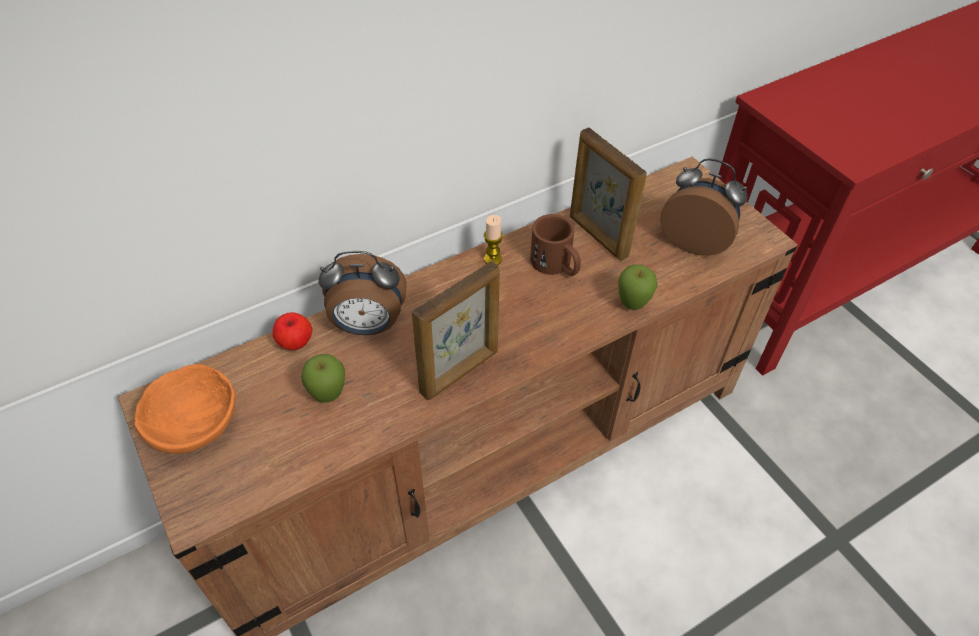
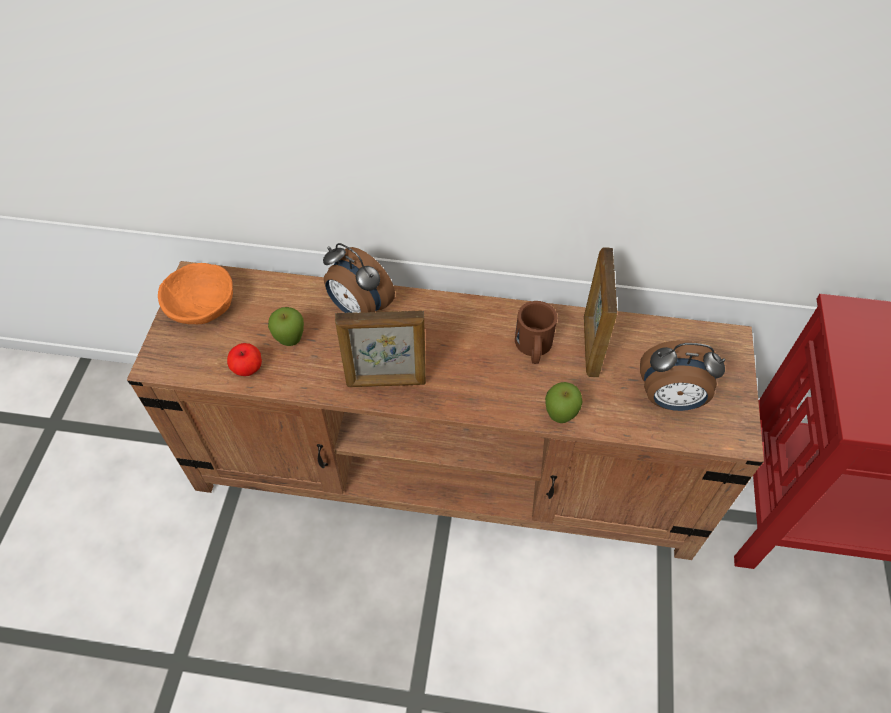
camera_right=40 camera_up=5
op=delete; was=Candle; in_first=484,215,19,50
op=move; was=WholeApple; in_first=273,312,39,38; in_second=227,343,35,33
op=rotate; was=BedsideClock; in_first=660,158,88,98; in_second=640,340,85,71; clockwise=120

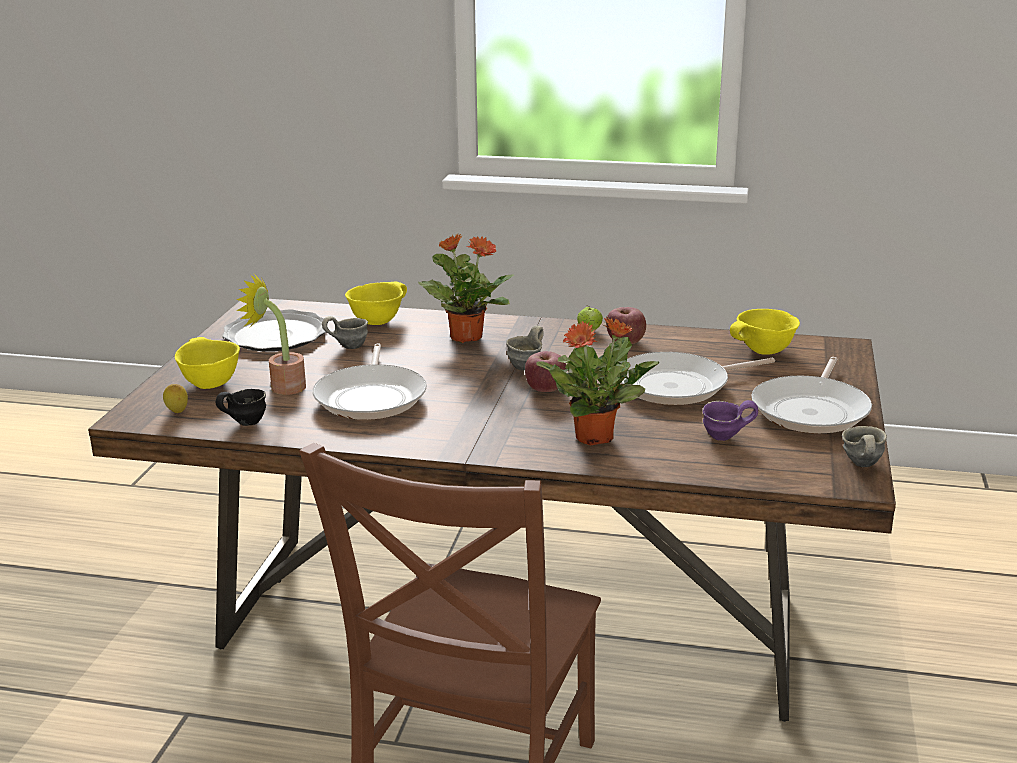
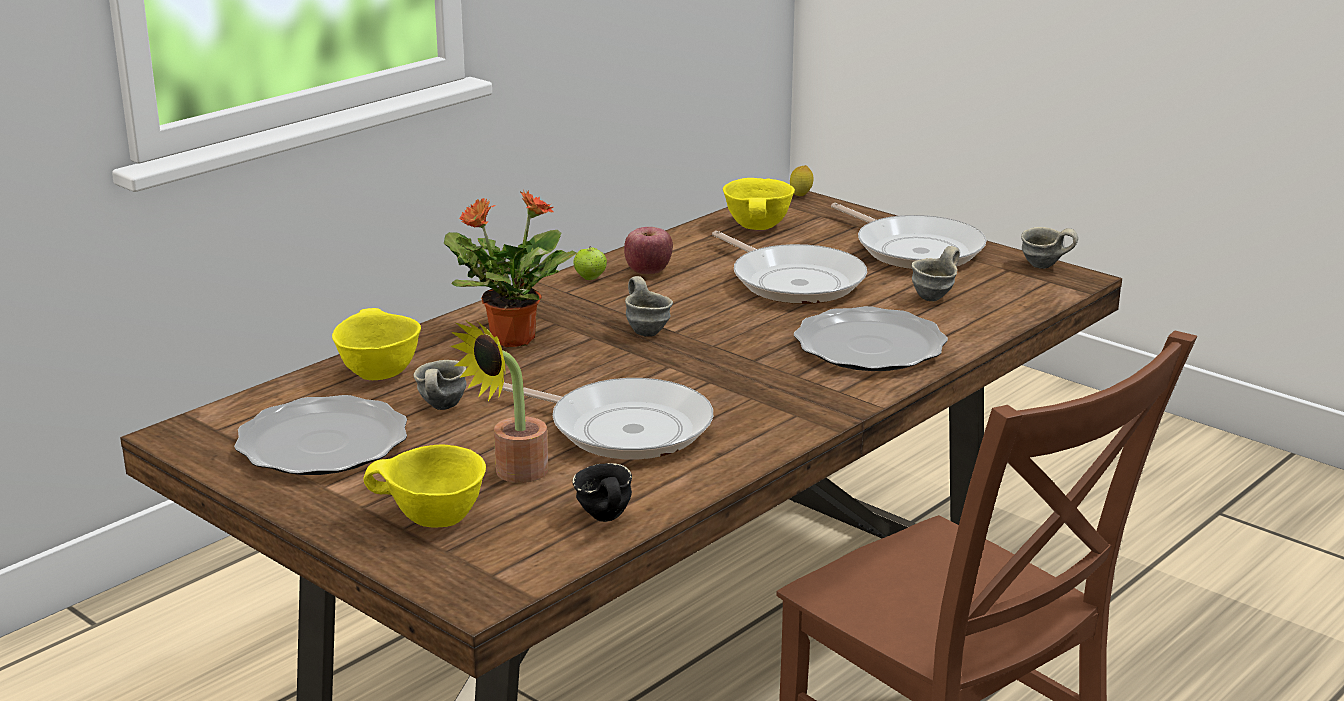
camera_right=-60 camera_up=0
op=delete; was=WholeApple; in_first=525,351,41,41
op=move; was=Lemon; in_first=163,384,25,29; in_second=790,165,23,31
op=replace; was=PlantInAPot; now=Plate; in_first=536,317,123,129; in_second=794,306,154,65
op=recolor; was=PurpleCoffeeMug; now=GreyishCoffeeMug; in_first=702,400,56,41; in_second=911,246,49,55
op=rotate; was=Pan; in_first=621,352,154,53; in_second=712,231,155,73; clockwise=-45

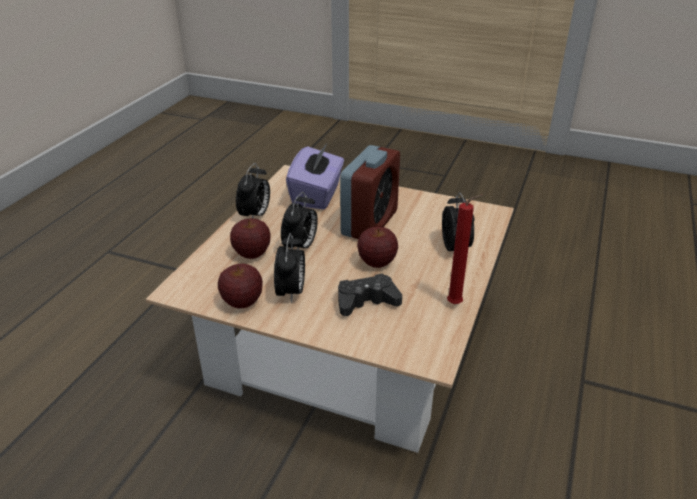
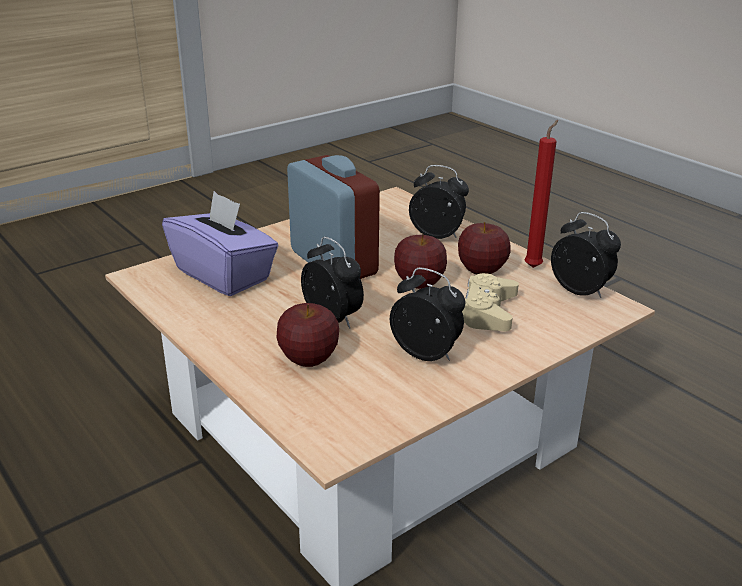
camera_right=-60 camera_up=-5
op=move; was=WholeApple; in_first=218,264,45,44; in_second=458,222,53,52
op=move; was=BedsideClock; in_first=236,163,34,55; in_second=551,212,70,86
op=recolor; was=BlackGamepad; now=BeigeColouredGamepad; in_first=338,273,64,43; in_second=462,273,57,58

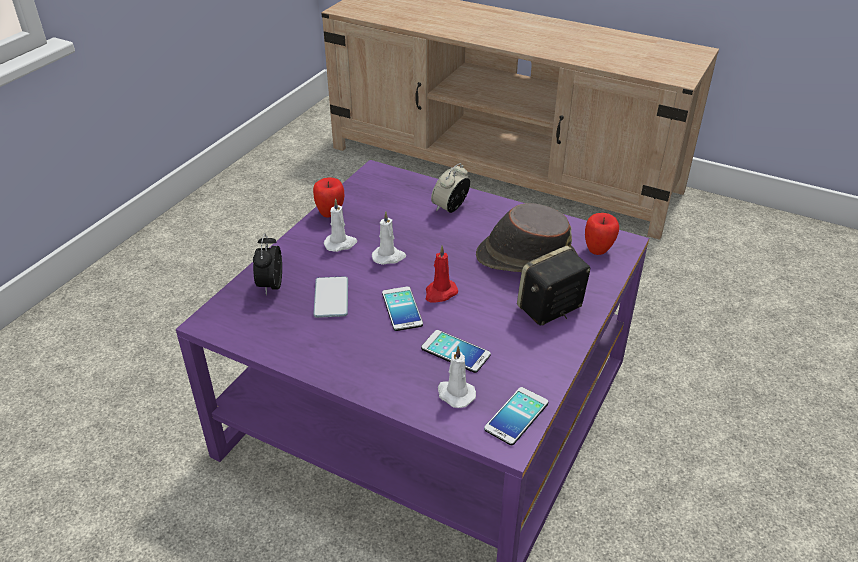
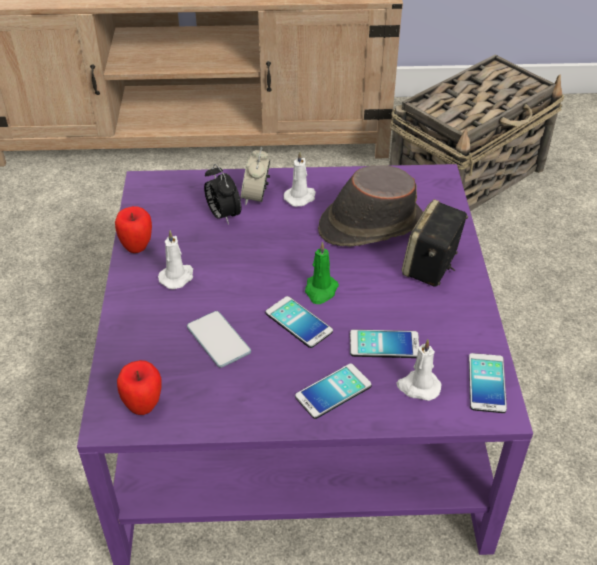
camera_right=-30 camera_up=5
op=insert; now=Telephone; in_second=295,364,77,55
op=insert; now=HouseholdBasket; in_second=389,54,175,157
op=move; was=BedsideClock; in_first=253,234,29,62; in_second=204,164,37,61
op=move; was=WhitishCandle; in_first=372,211,34,54; in_second=284,151,32,56
op=move; was=WholeApple; in_first=585,213,34,42; in_second=117,360,45,55
op=recolor; was=RedCandle; now=GreenishCandle; in_first=426,245,32,58; in_second=305,241,34,63

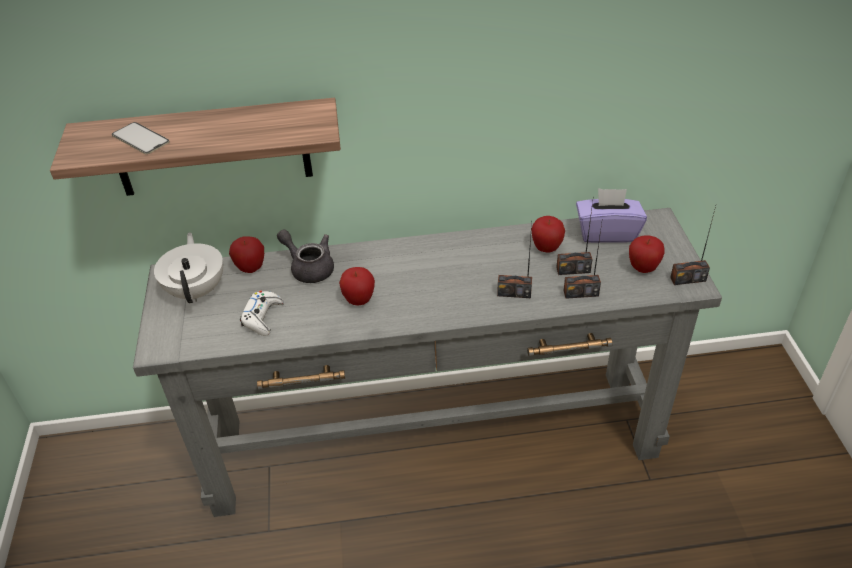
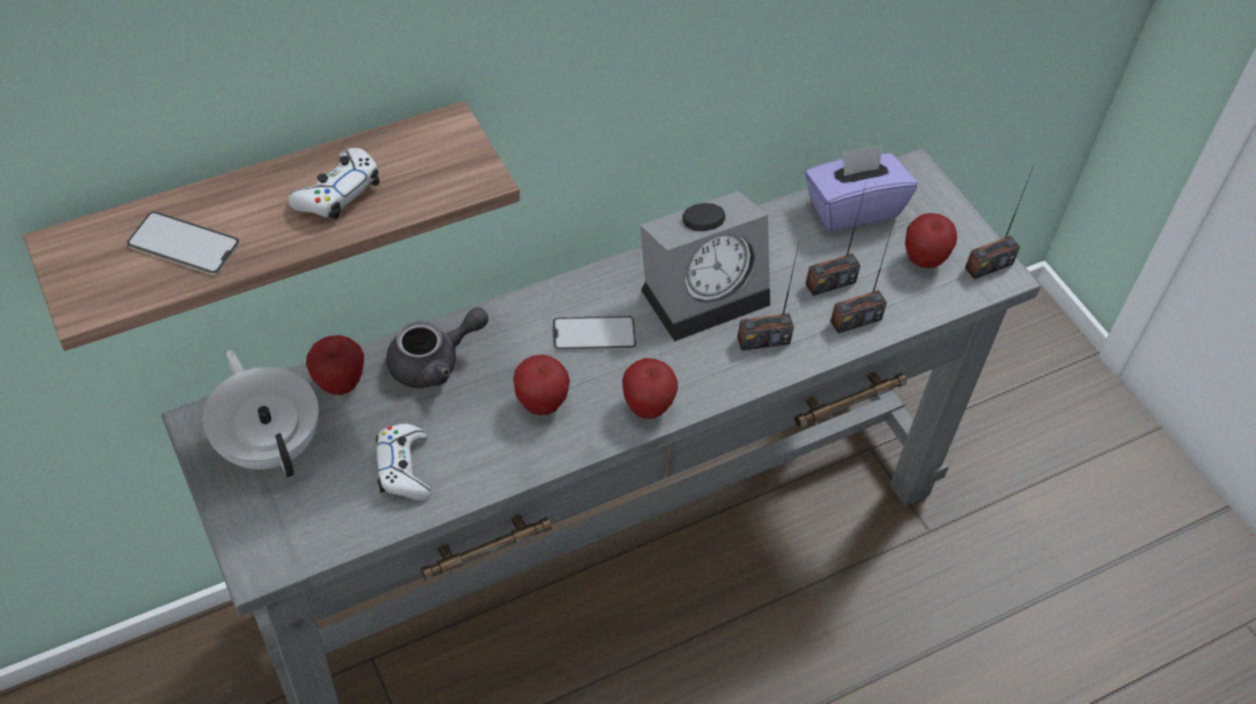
camera_right=-25 camera_up=10
op=insert; now=WhitishGamepad; in_second=288,148,92,72
op=insert; now=Telephone; in_second=553,316,83,35
op=insert; now=BedsideClock; in_second=640,191,130,151
op=move; was=WholeApple; in_first=531,216,34,37; in_second=622,358,56,61
op=rotate; was=GreyishTeaPot; in_first=277,229,57,54; in_second=386,307,103,81; clockwise=135

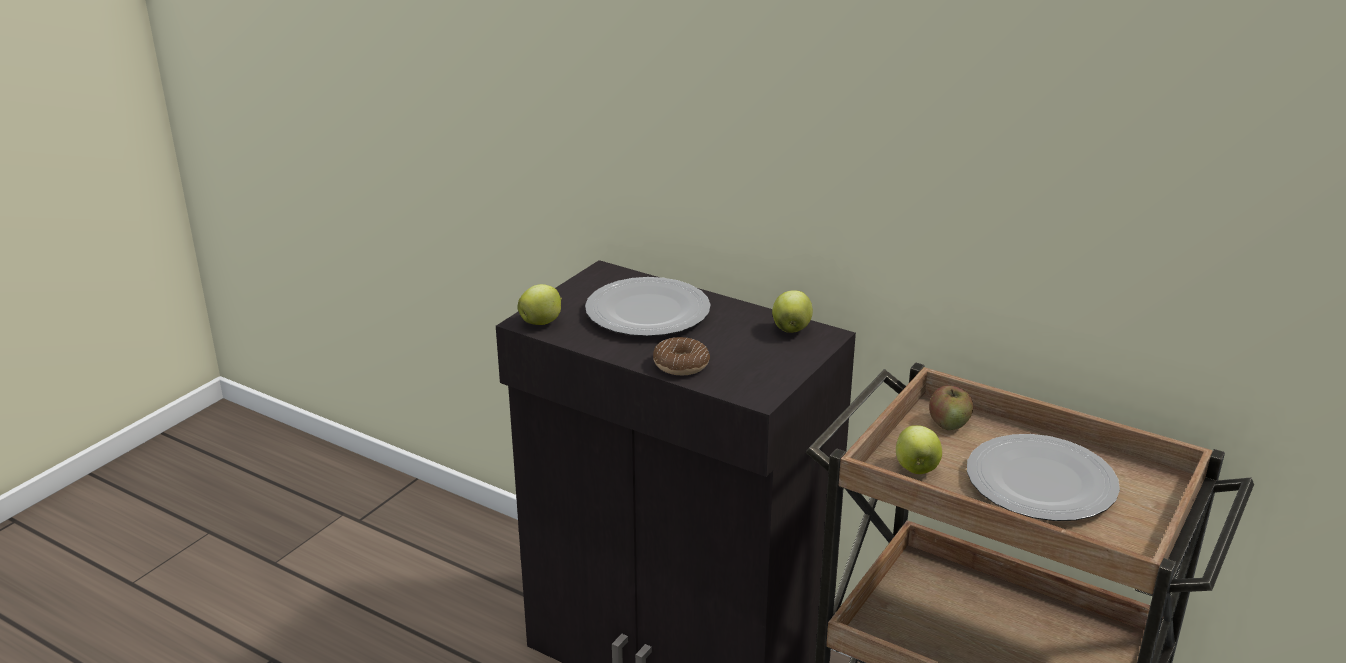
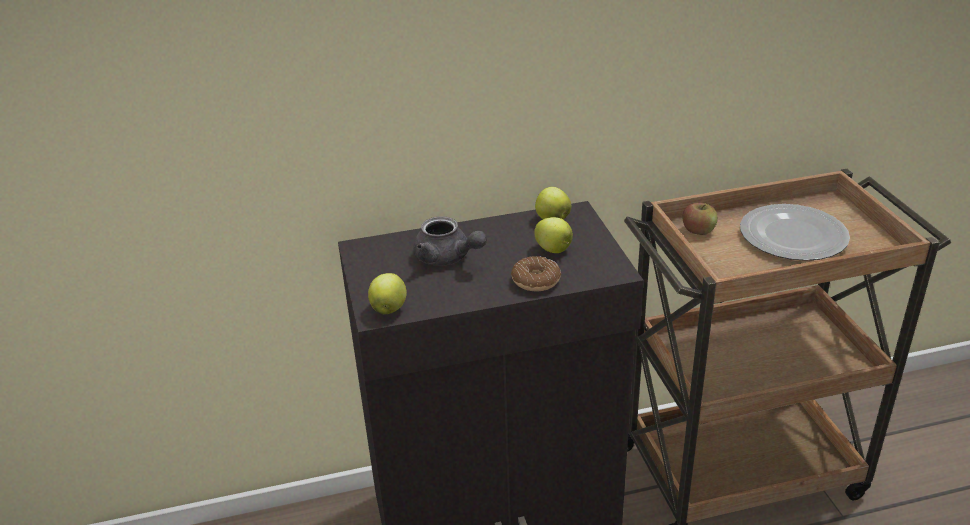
camera_right=-45 camera_up=5
op=move; was=WholeApple; in_first=896,425,46,49; in_second=534,217,39,36
op=replace; was=Plate; now=GreyishTeaPot; in_first=585,277,126,59; in_second=413,216,74,50

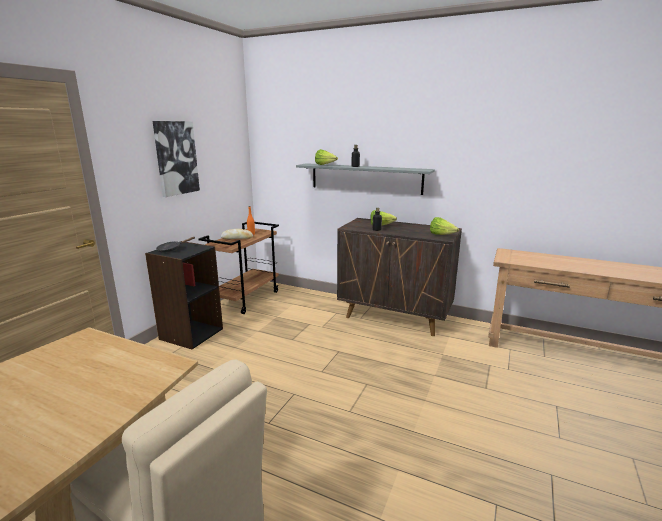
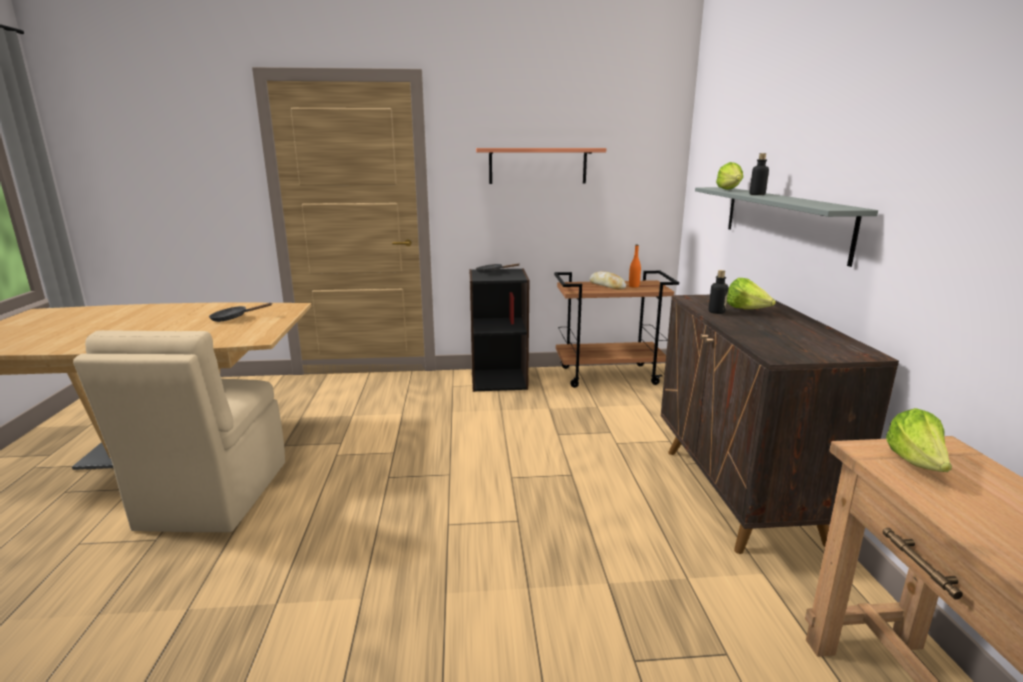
camera_right=60 camera_up=0
op=insert; now=BlackPan; in_second=209,303,63,19
op=move; was=Lettuce; in_first=430,217,29,18; in_second=886,408,66,64
op=replace; was=Picture; now=BracketShelf; in_first=153,121,47,76; in_second=476,148,130,36

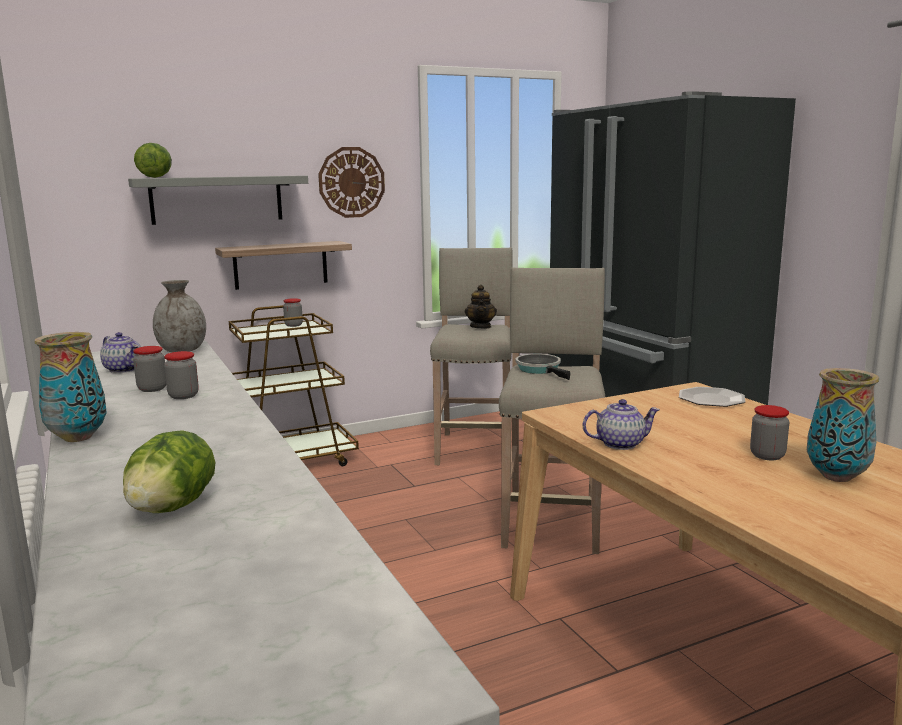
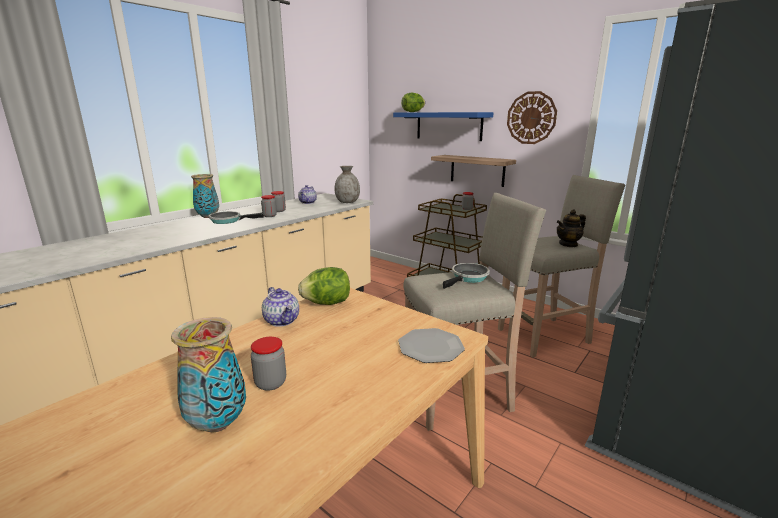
camera_right=65 camera_up=5
op=insert; now=Pan; in_second=209,211,55,13
op=move; was=Lettuce; in_first=123,430,93,83; in_second=298,267,52,38
op=recolor; was=GreyishBracketShelf; now=BlueColouredBracketShelf; in_first=128,176,180,49; in_second=393,112,100,29

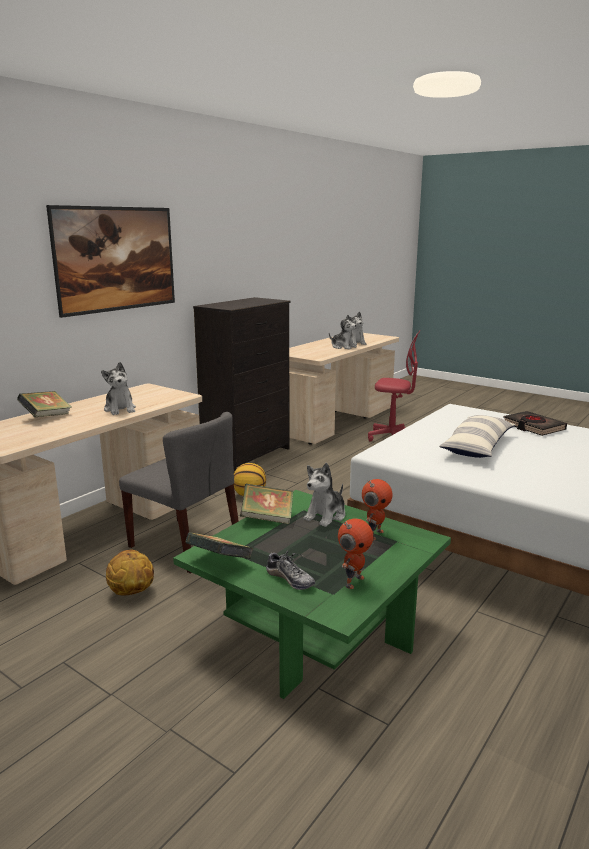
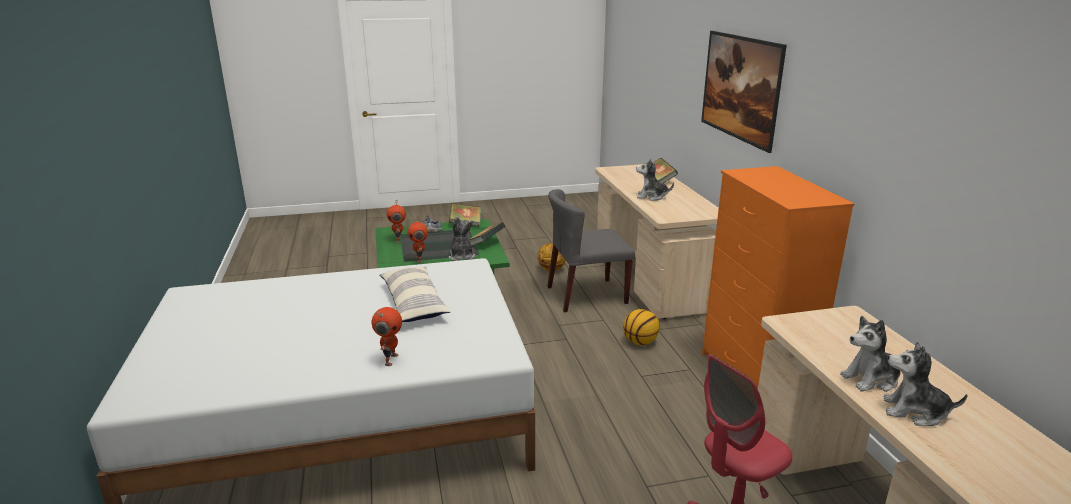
camera_right=130 camera_up=5
op=replace; was=BlackVolume; now=ToyRobot; in_first=503,411,64,25; in_second=372,307,30,59
op=recolor; was=BlackDrawerChest; now=OrangeyDrawerChest; in_first=193,297,98,175; in_second=702,166,152,223

